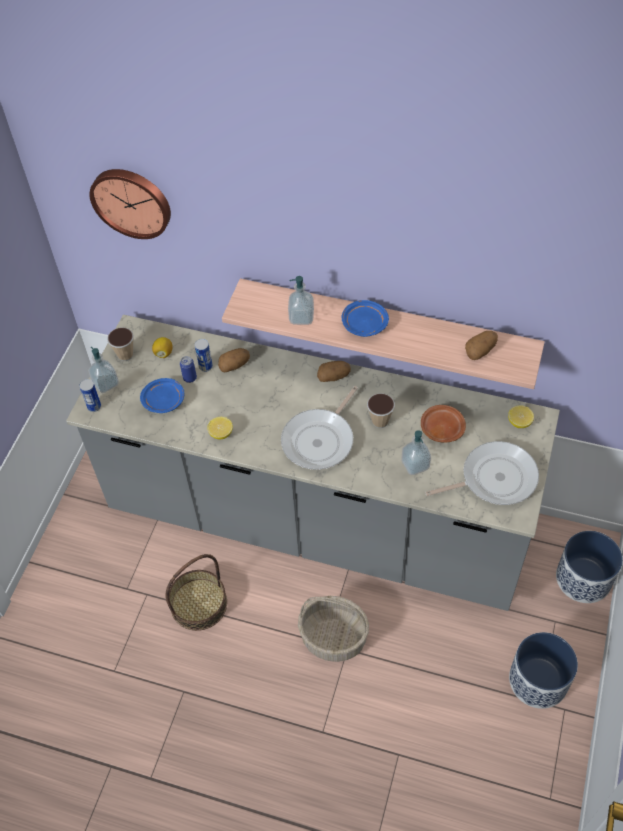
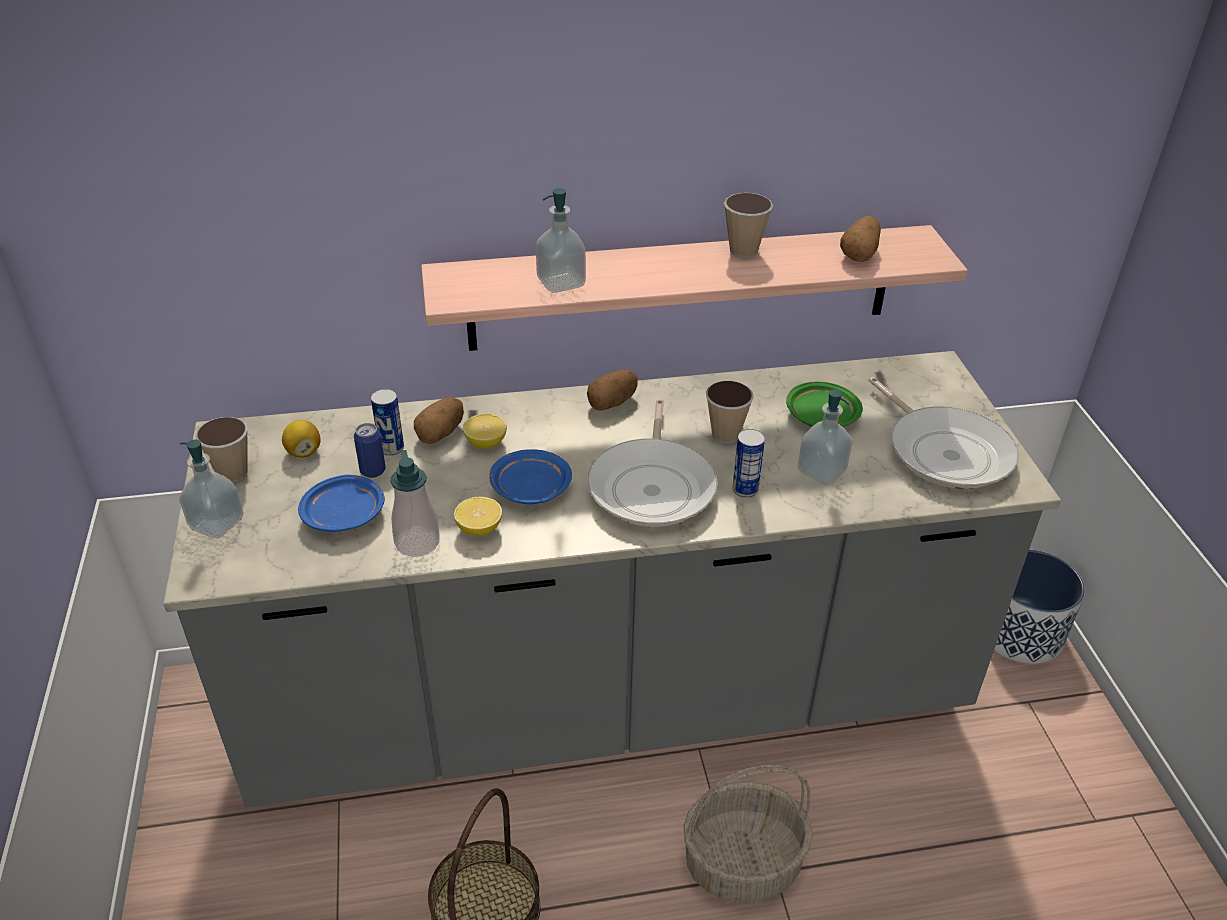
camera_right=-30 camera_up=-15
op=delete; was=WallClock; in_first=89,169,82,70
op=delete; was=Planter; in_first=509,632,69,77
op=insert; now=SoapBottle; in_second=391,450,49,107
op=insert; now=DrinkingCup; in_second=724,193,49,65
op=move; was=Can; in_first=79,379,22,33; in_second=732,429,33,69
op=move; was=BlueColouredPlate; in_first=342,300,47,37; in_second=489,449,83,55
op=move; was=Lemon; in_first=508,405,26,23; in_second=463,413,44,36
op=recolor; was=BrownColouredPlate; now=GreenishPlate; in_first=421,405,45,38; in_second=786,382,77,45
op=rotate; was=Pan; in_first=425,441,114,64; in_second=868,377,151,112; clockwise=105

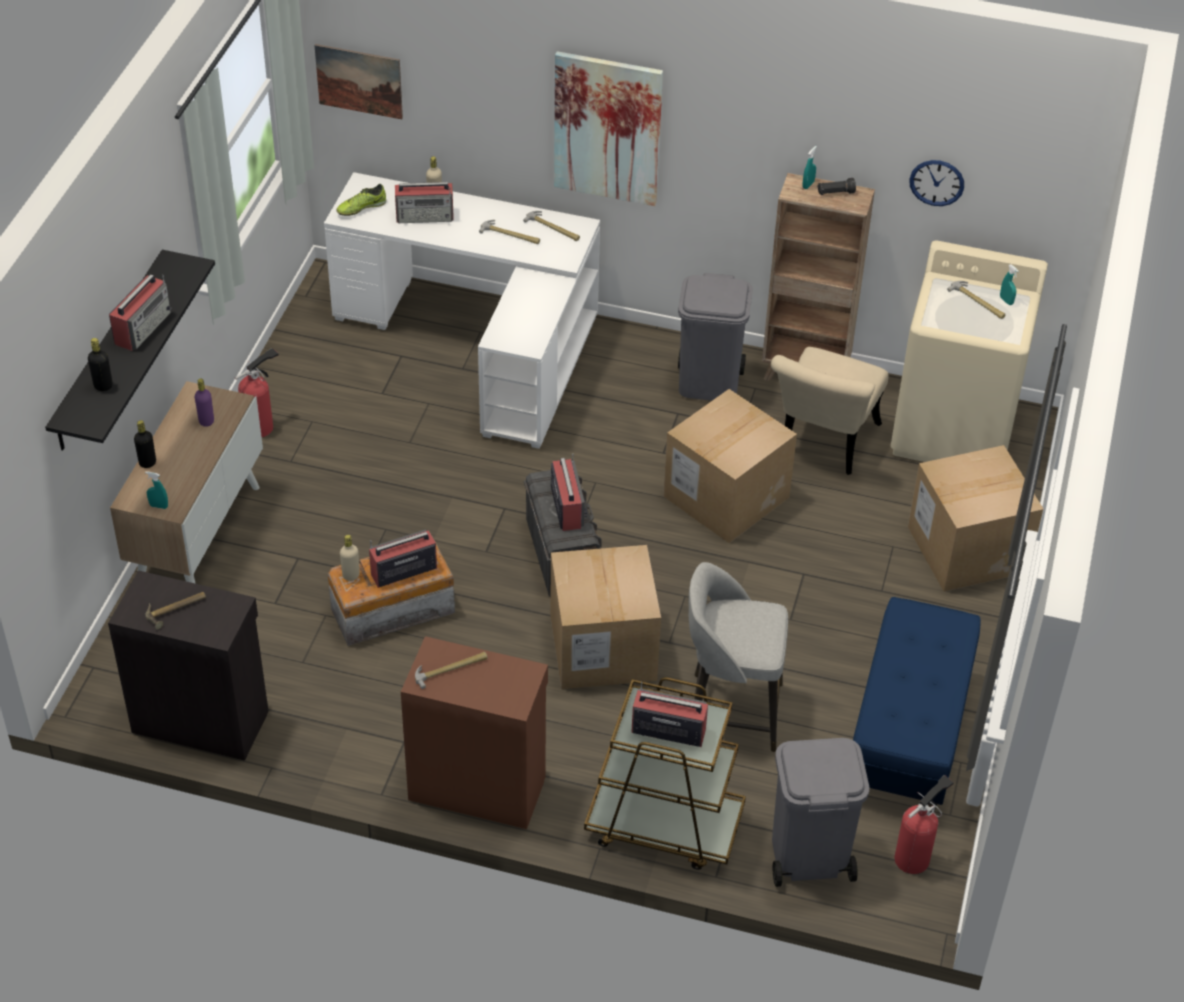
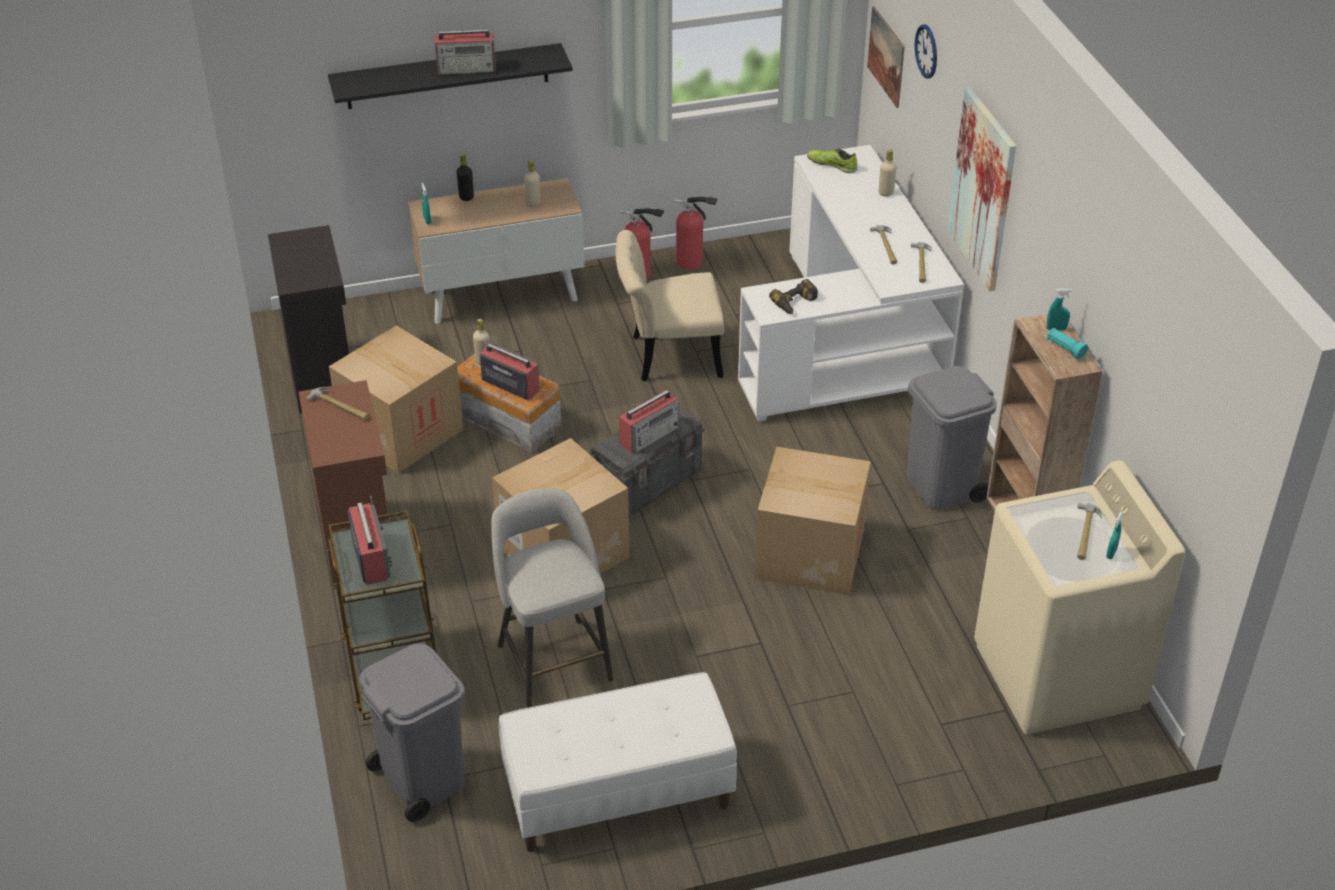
camera_right=60 camera_up=-5
op=delete; was=BlackBottle; in_first=88,338,25,53
op=delete; was=HandHammer; in_first=145,592,61,37
op=delete; was=RadioReceiver; in_first=395,182,59,41
op=insert; now=PowerDrill; in_second=769,279,49,35
op=move; was=BeigeColouredChair; in_first=771,347,118,128; in_second=615,230,109,151
op=move; was=Extinguisher; in_first=894,775,60,99; in_second=674,196,44,73
op=move; was=Carton; in_first=908,445,135,147; in_second=329,325,134,148
op=move; was=WallClock; in_first=909,160,55,46; in_second=914,25,23,54
op=recolor; was=PurpleBottle; now=BeigeColouredBottle; in_first=195,379,19,48; in_second=524,160,17,47
op=recolor; was=BlackHandTorch; now=BlueGreenHandTorch; in_first=817,178,39,17; in_second=1047,328,41,31
op=recolor; was=BlueColouredIndoorBench; now=WhitishIndoorBench; in_first=853,597,128,215; in_second=499,672,238,180

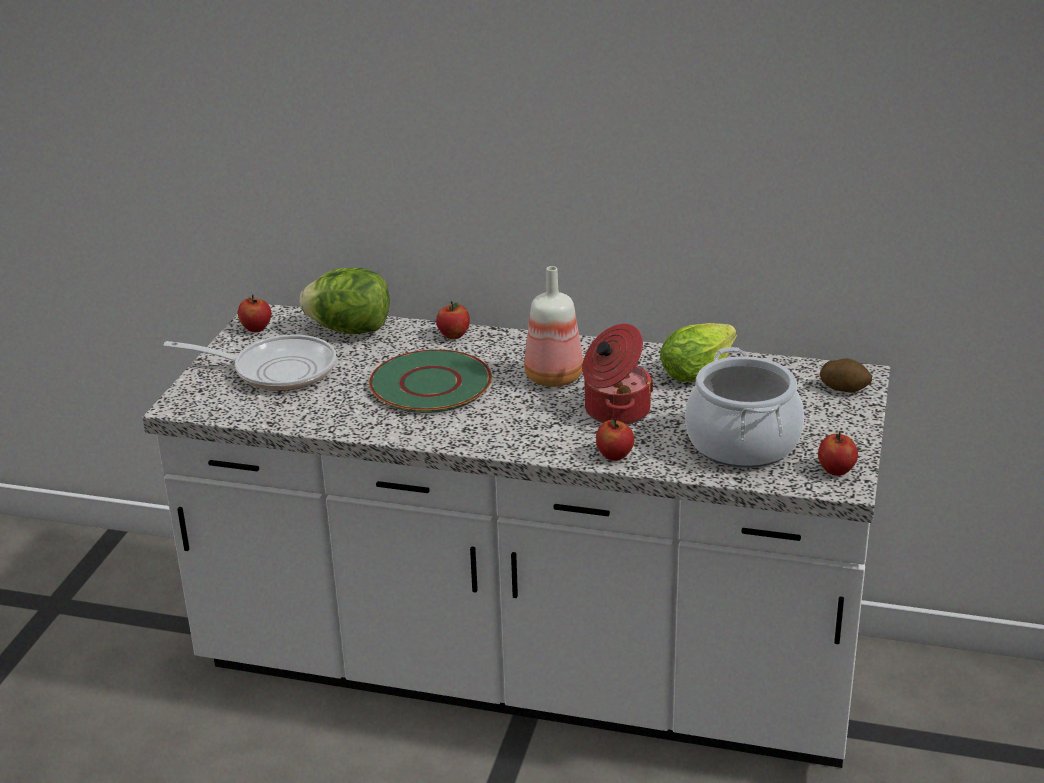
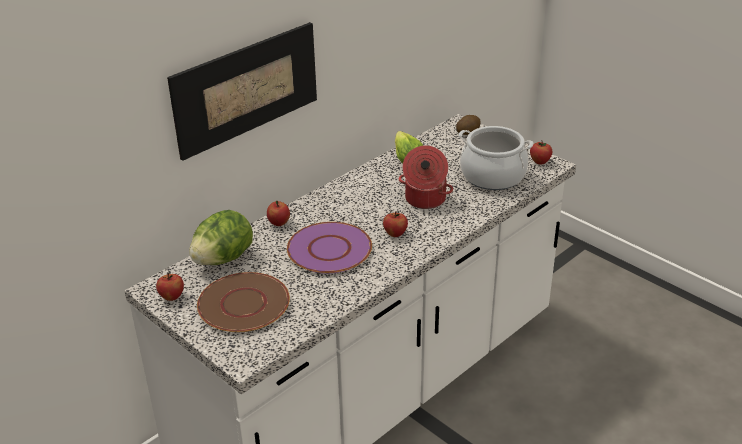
camera_right=-60 camera_up=5
op=delete; was=Bottle; in_first=524,266,59,121
op=insert; now=Picture; in_second=167,22,150,139
op=move; was=WholeApple; in_first=596,418,38,43; in_second=383,211,25,26
op=replace; was=Pan; now=BrownColouredPlate; in_first=164,335,172,56; in_second=197,272,93,60
op=recolor; was=GreenishPlate; now=PurplePlate; in_first=369,349,123,64; in_second=287,222,85,52

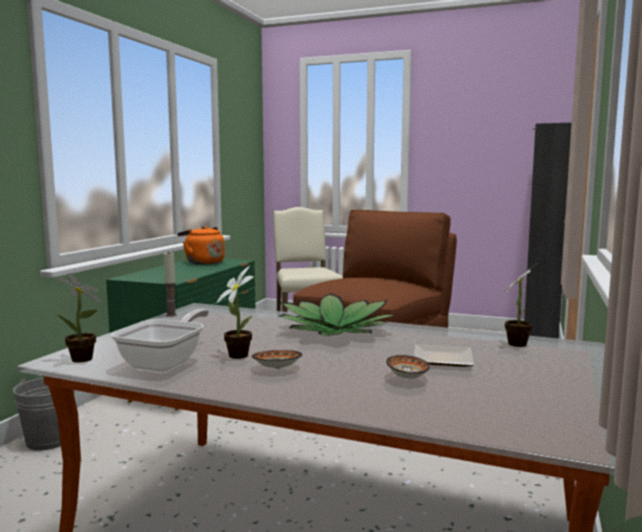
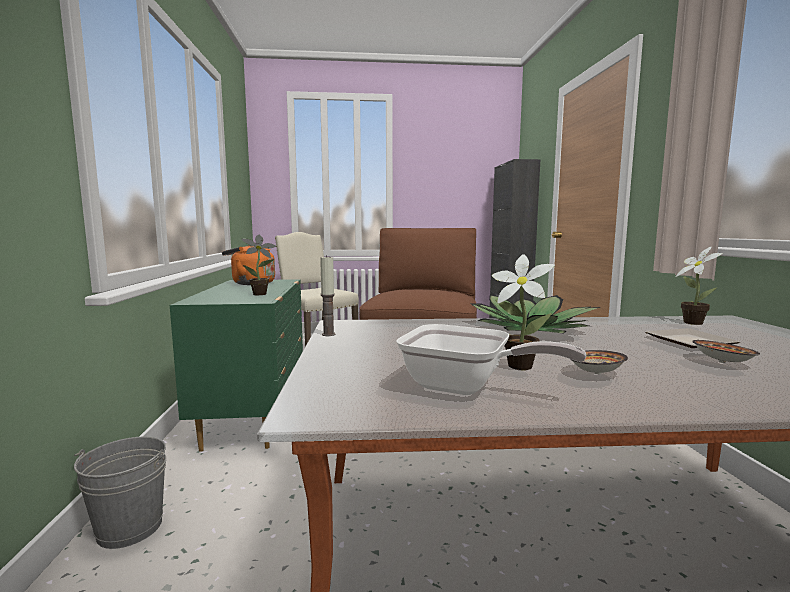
camera_right=-25 camera_up=0
op=move; was=PlantInAPot; in_first=53,273,50,90; in_second=241,234,35,61
op=rotate; was=Pan; in_first=111,309,98,63; in_second=396,324,190,71; clockwise=120

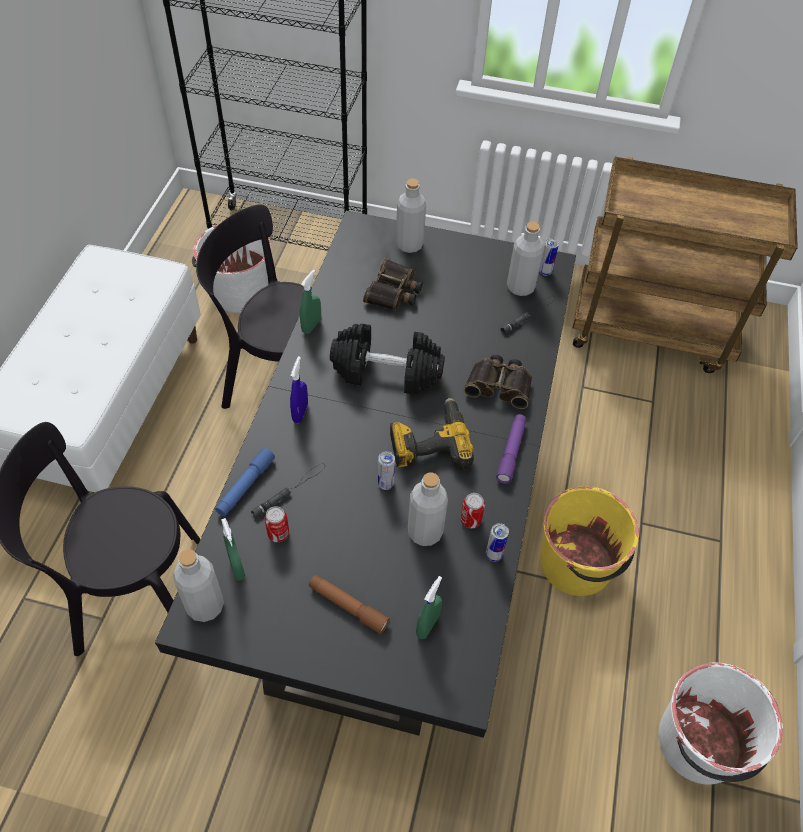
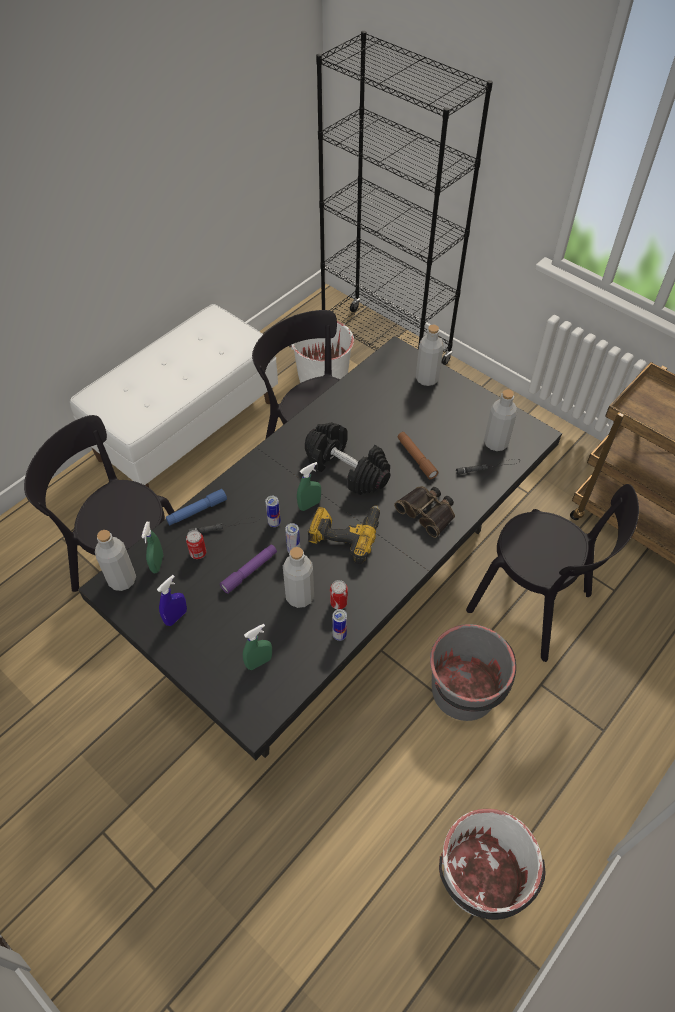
camera_right=30 camera_up=0
op=delete; was=FieldGlasses; in_first=363,258,60,52
op=insert; now=BlackChair; in_second=466,484,173,178
op=move; was=BlueColouredHandSprayer; in_first=290,356,18,67; in_second=157,575,30,51
op=move; was=GreenishHandSprayer; in_first=300,269,21,65; in_second=297,462,24,49
op=move; was=BrownColouredHandTorch; in_first=309,575,81,59; in_second=398,432,41,47
op=move; was=PurpleHandTorch; in_first=496,414,30,70; in_second=220,545,57,49
op=move; was=Can; in_first=539,238,20,38; in_second=265,496,16,31
op=recolor; was=YellowishPail; now=GreyishPail; in_first=540,486,99,110; in_second=430,624,86,97

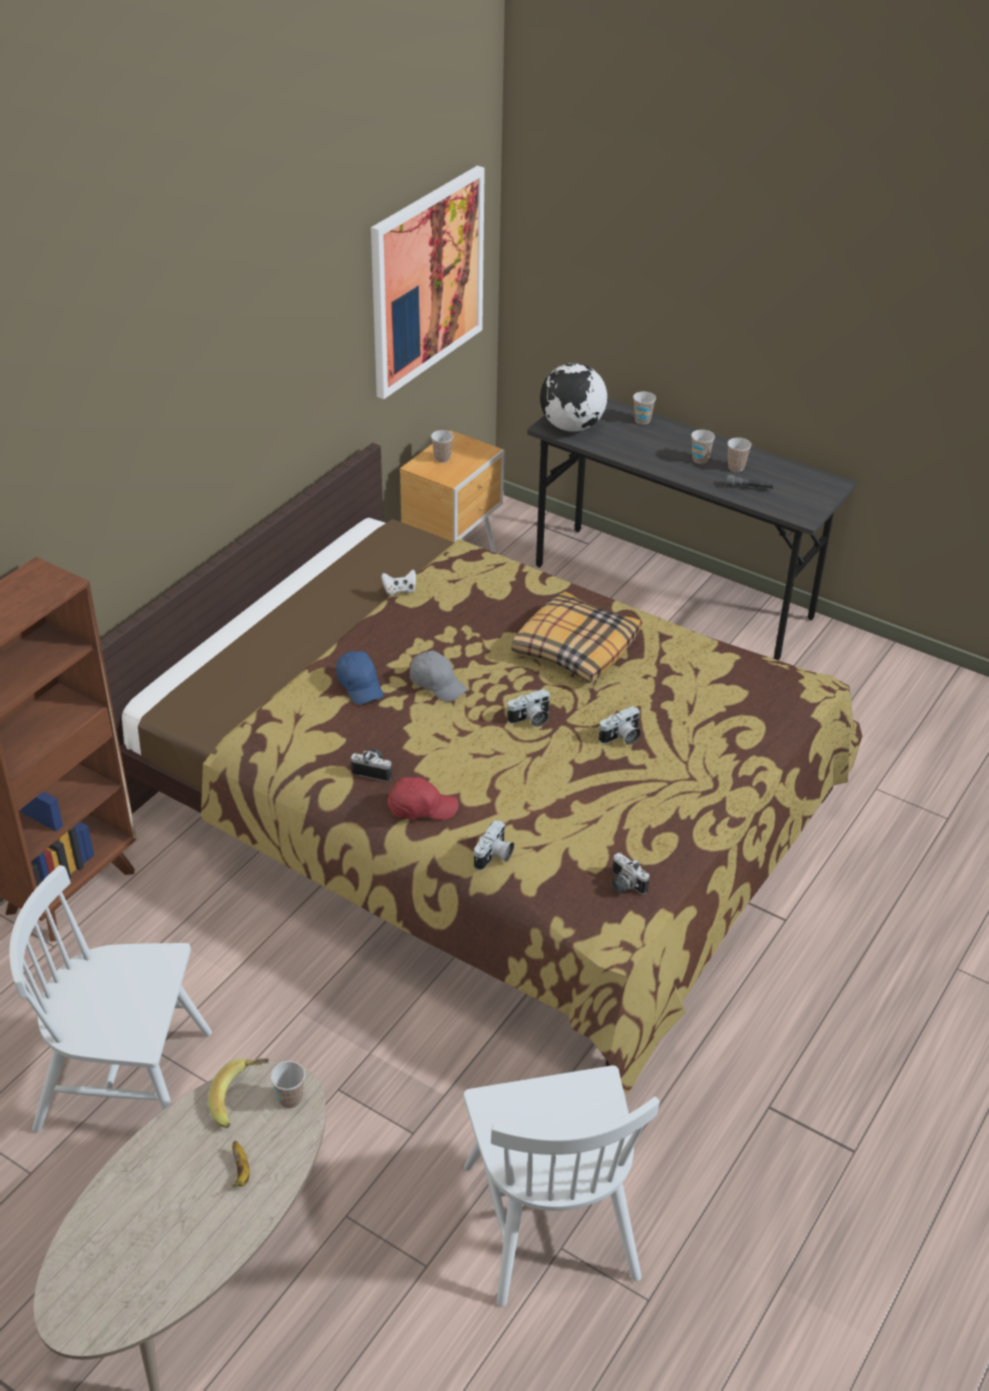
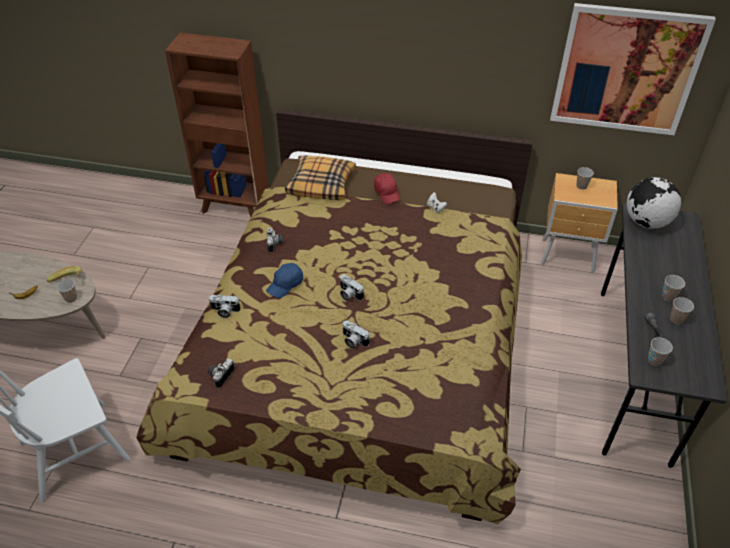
camera_right=70 camera_up=5
op=delete; was=WhitishChair; in_first=9,865,203,267
op=delete; was=GreyishBaseballCap; in_first=410,651,57,51
op=move; was=BlueColouredBaseballCap; in_first=336,651,47,54; in_second=266,263,37,35
op=move; was=RedBaseballCap; in_first=388,777,70,43; in_second=374,173,27,31
op=move; was=ThrowPillow; in_first=511,591,130,92; in_second=285,155,71,45
op=move; was=DrinkingCup; in_first=633,392,23,32; in_second=648,337,25,29

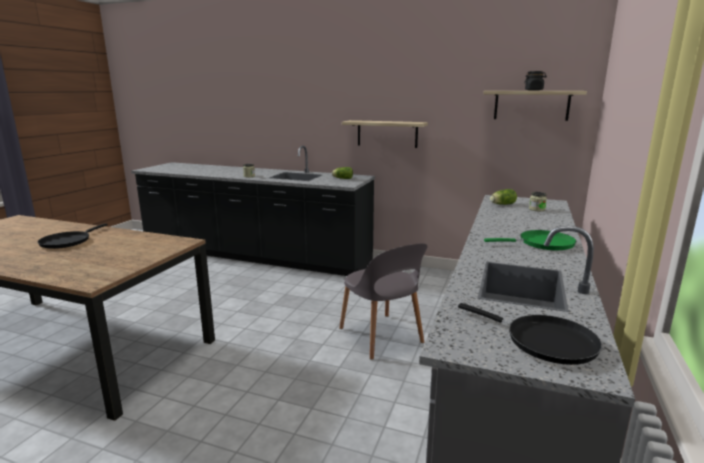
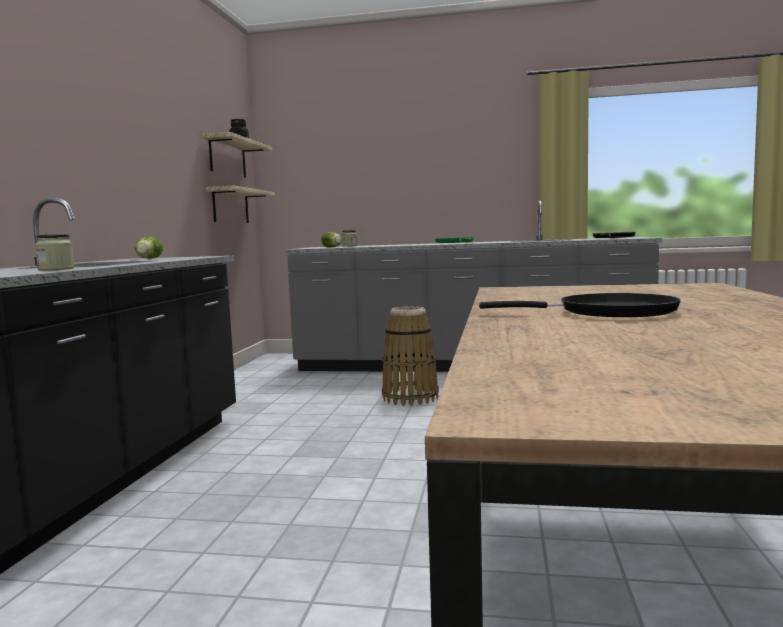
camera_right=-100 camera_up=-10
op=move; was=BracketShelf; in_first=342,120,86,28; in_second=206,186,69,37
op=replace; was=GreyishChair; now=HouseholdBasket; in_first=339,243,89,117; in_second=382,306,57,100

